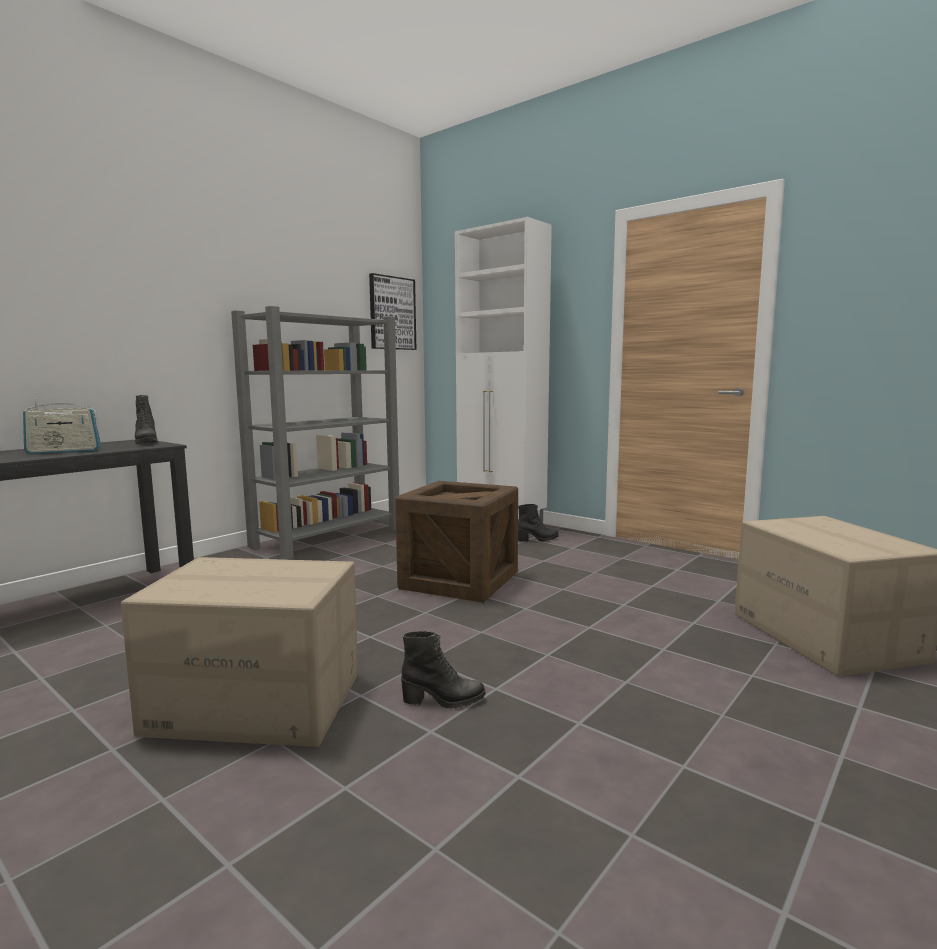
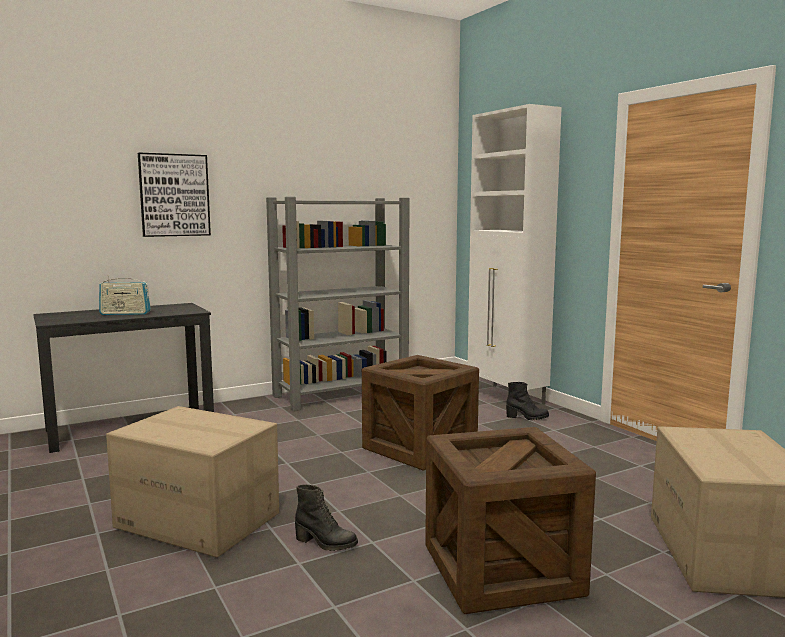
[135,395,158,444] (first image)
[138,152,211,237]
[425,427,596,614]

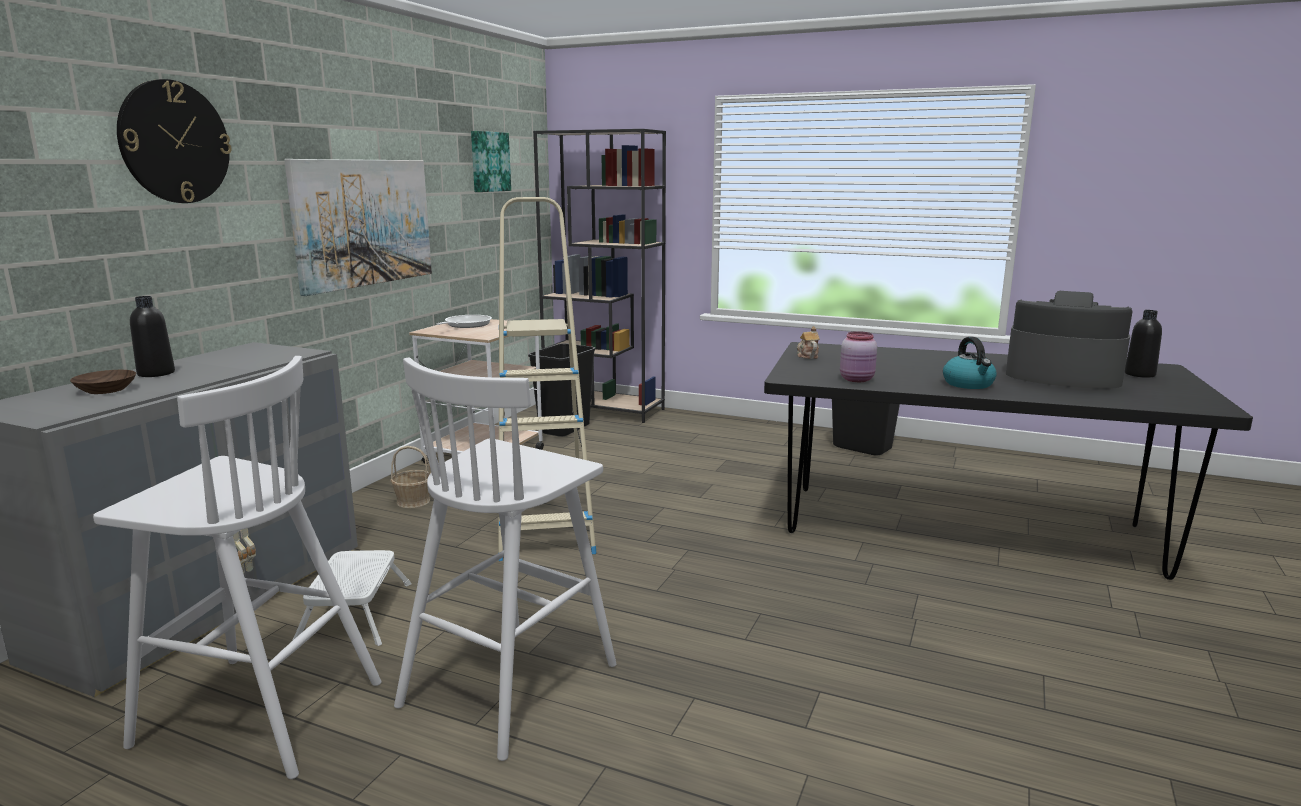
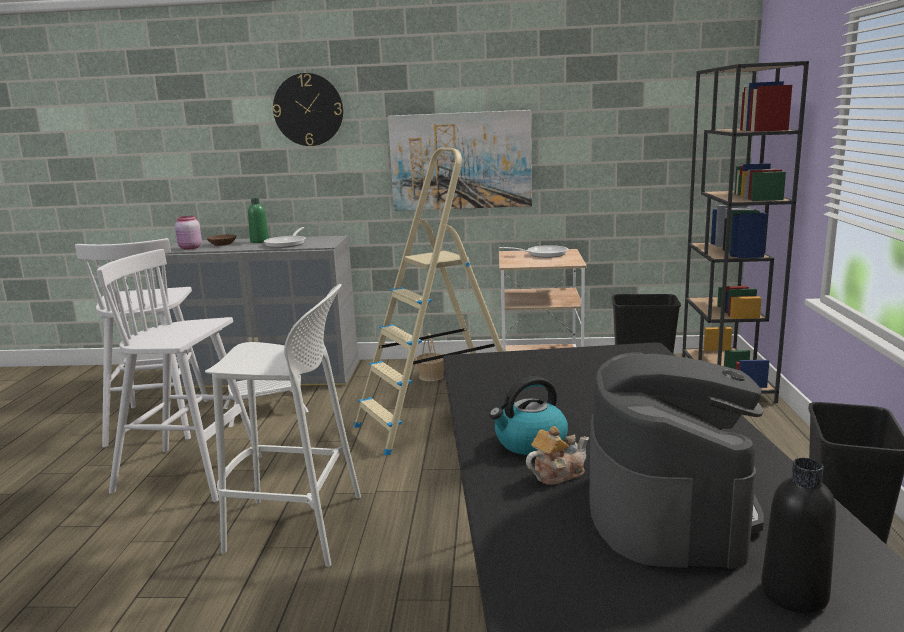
[248,198,269,243]
[471,131,511,192] (first image)
[526,426,589,485]
[175,216,202,250]
[205,284,361,567]
[264,227,306,248]

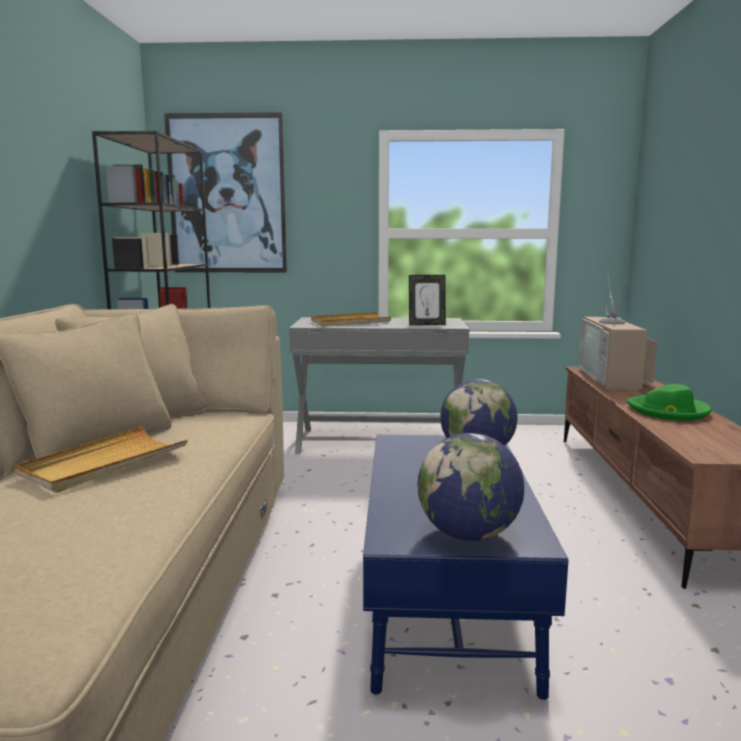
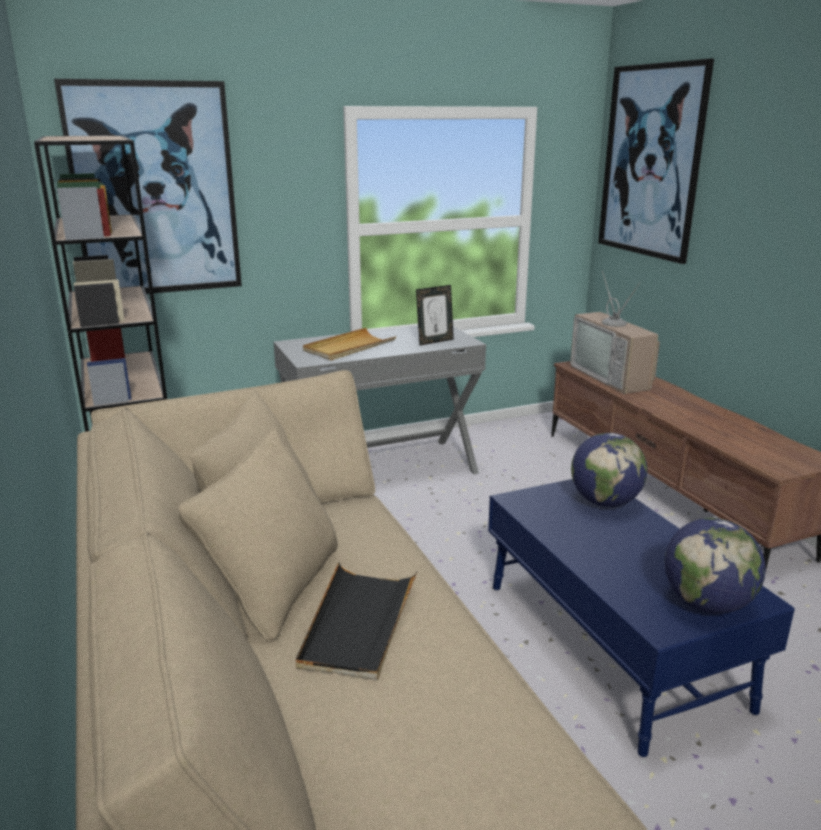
[296,562,418,680]
[626,384,712,420] (first image)
[598,59,714,264]

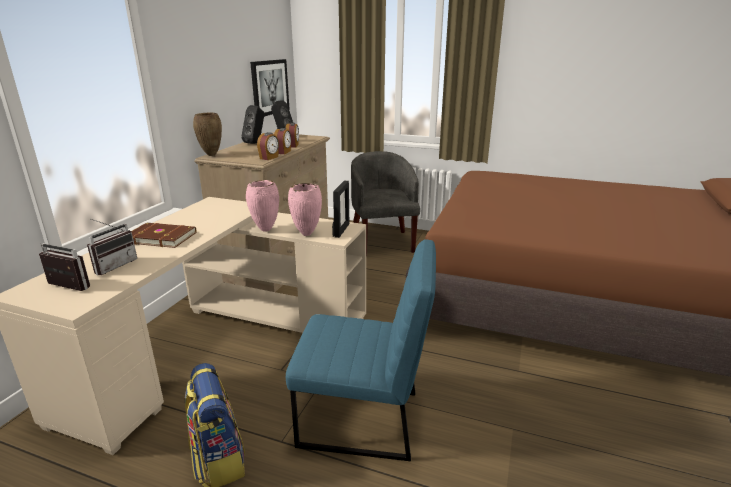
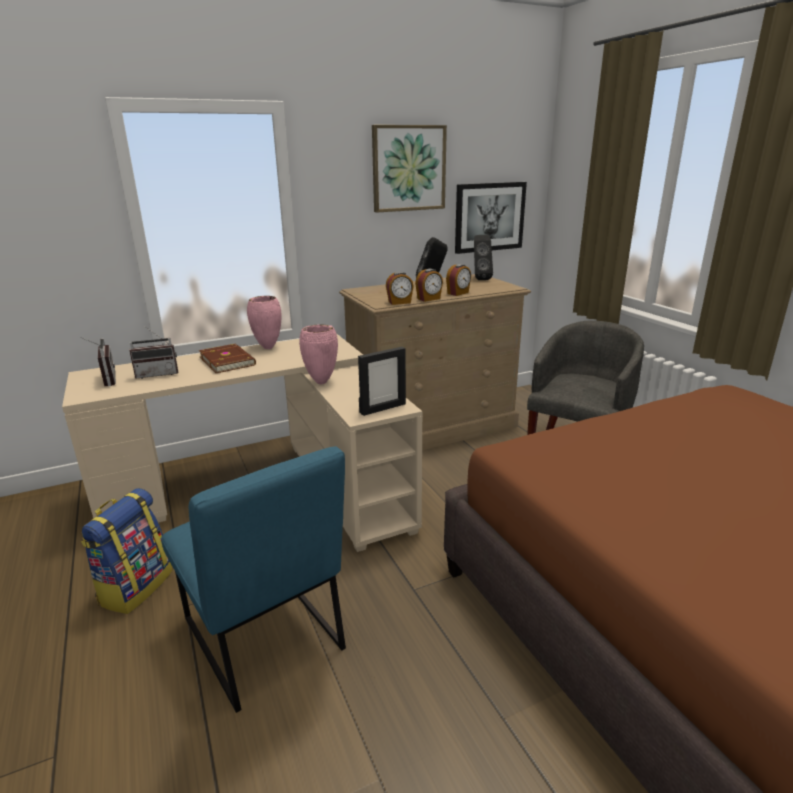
[193,113,222,156] (first image)
[247,296,281,349]
[372,125,447,213]

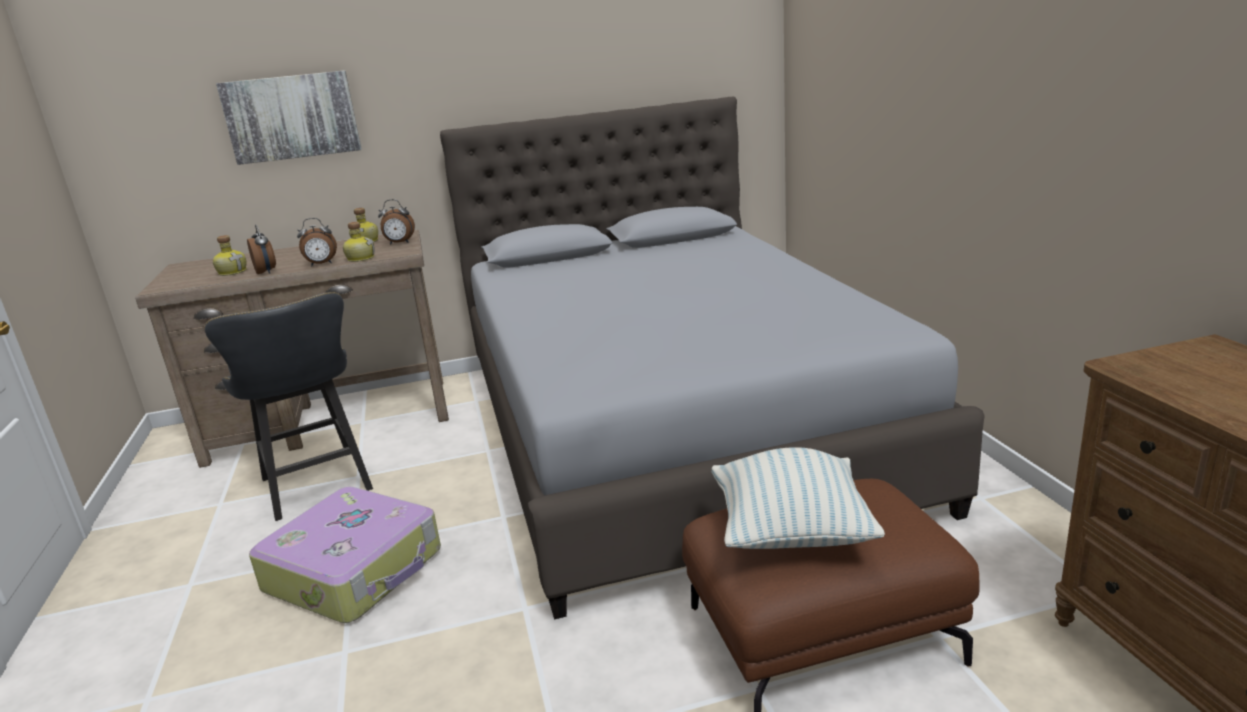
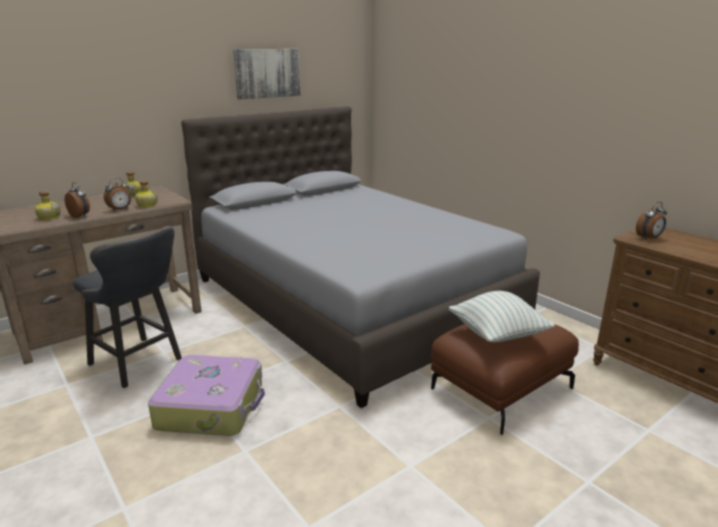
[233,49,301,100]
[636,202,667,240]

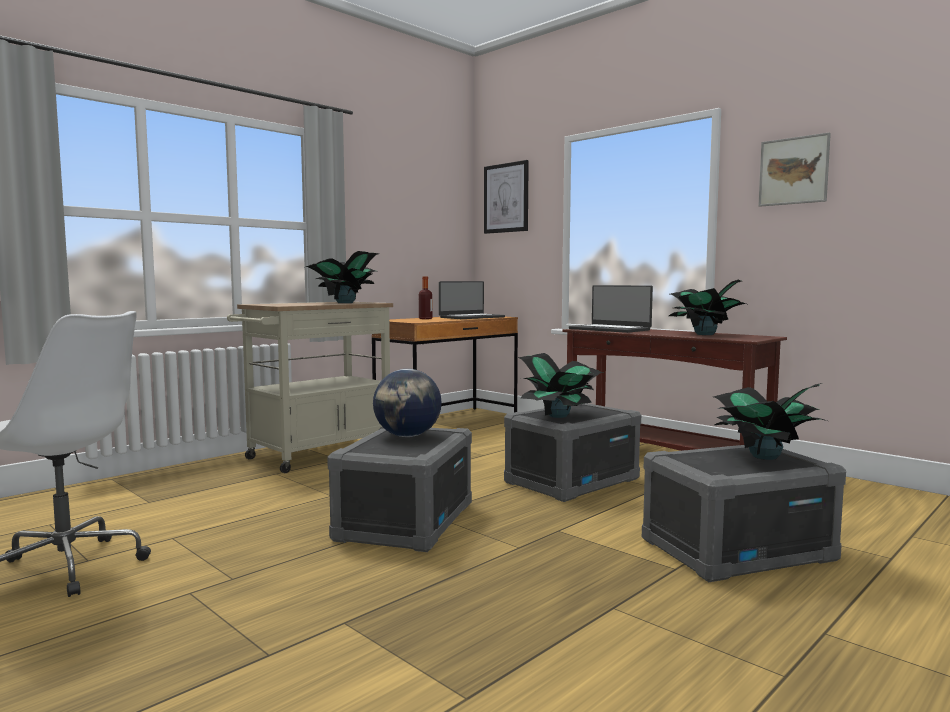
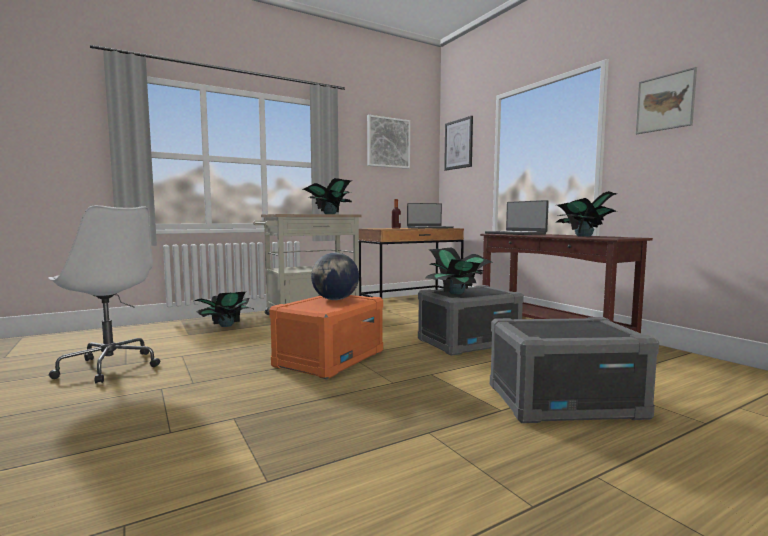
[269,295,383,379]
[195,292,255,327]
[367,115,410,169]

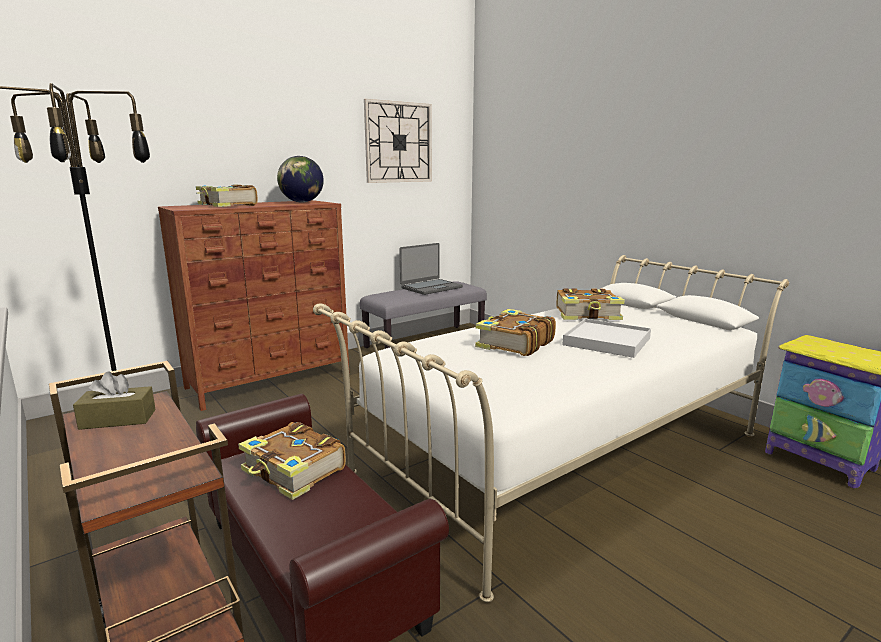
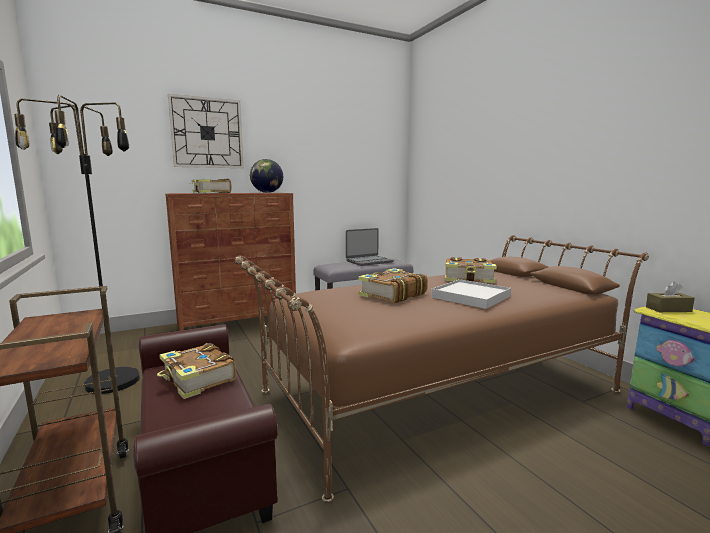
[646,282,695,312]
[234,235,649,503]
[168,94,244,168]

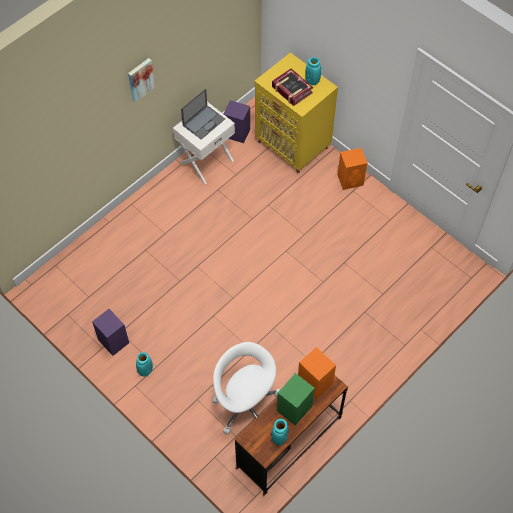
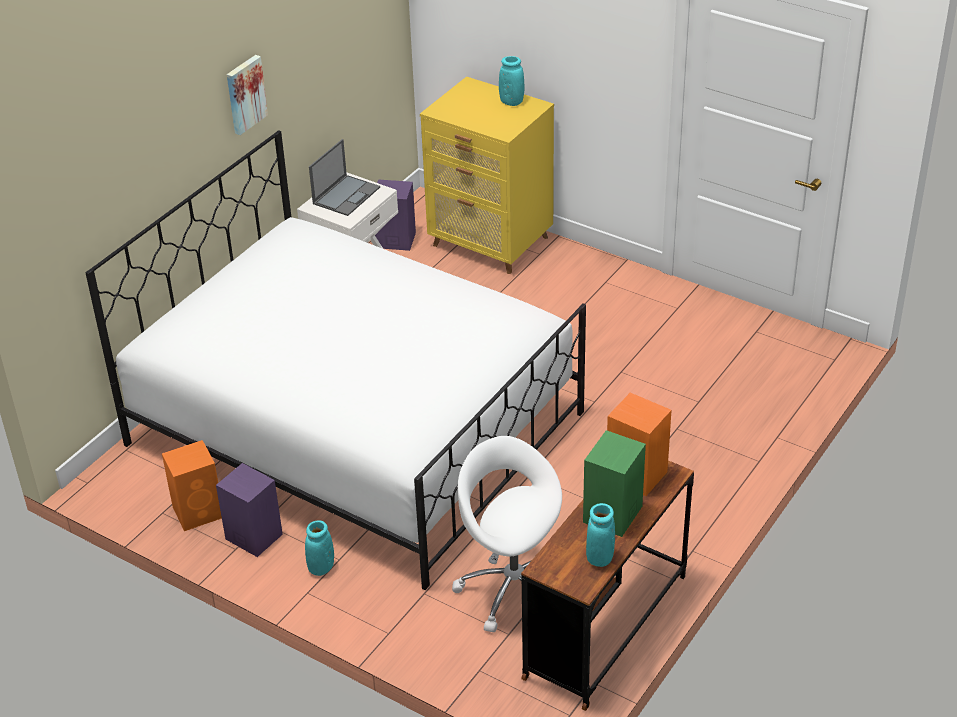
[272,68,313,106] (first image)
[162,440,222,531]
[85,130,586,590]

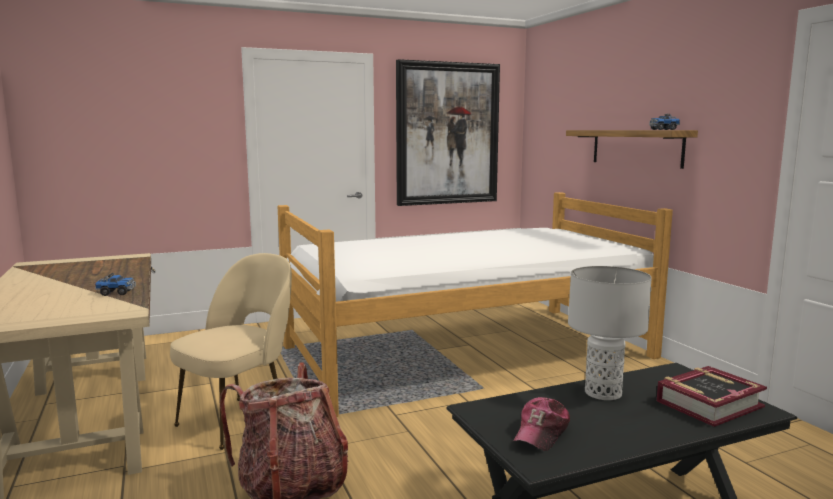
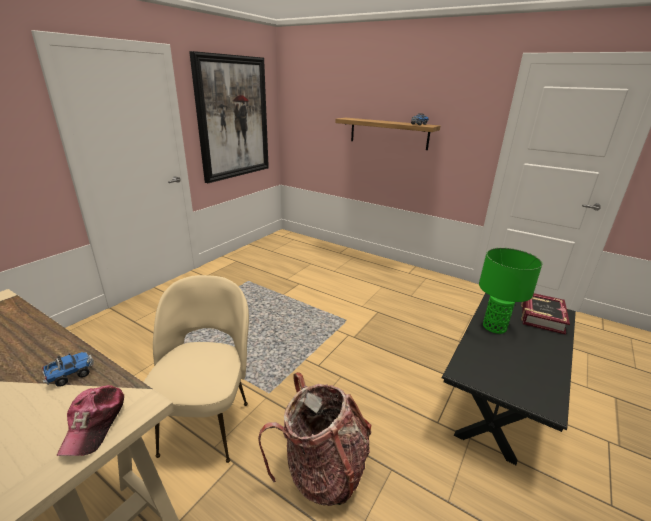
[277,192,673,417] (first image)
[57,385,124,456]
[479,248,542,334]

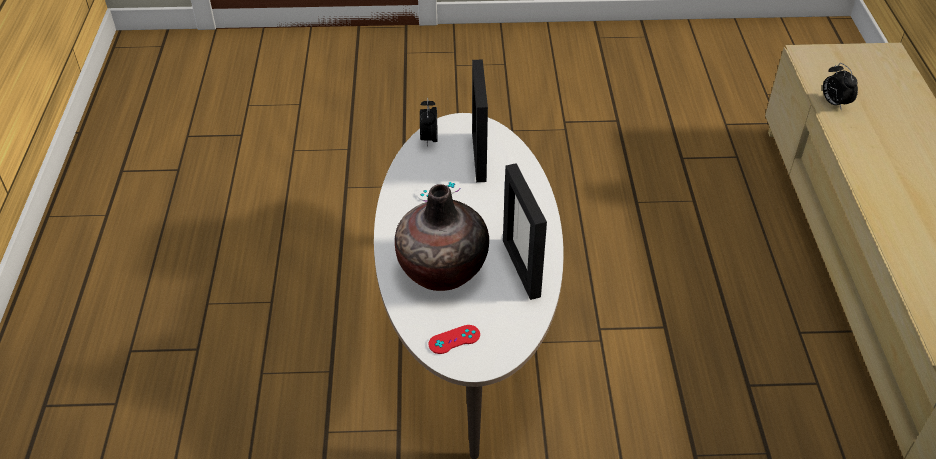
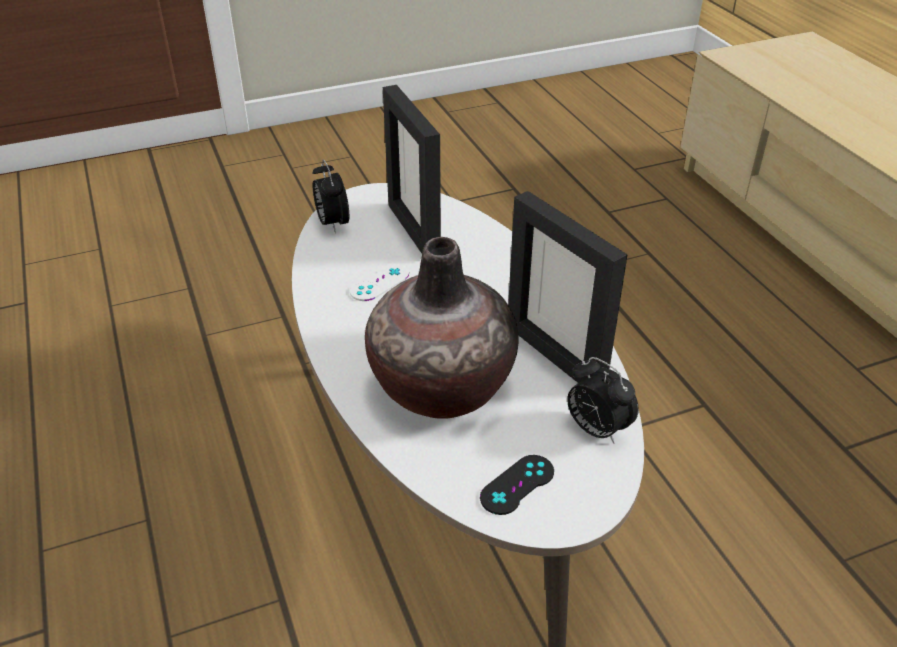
[480,455,554,515]
[567,357,639,444]

